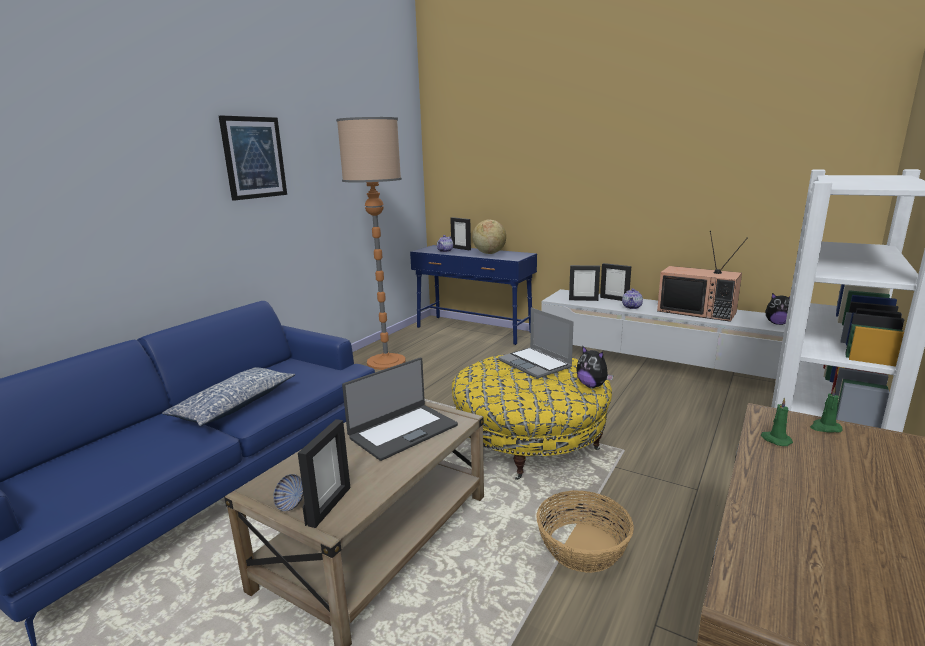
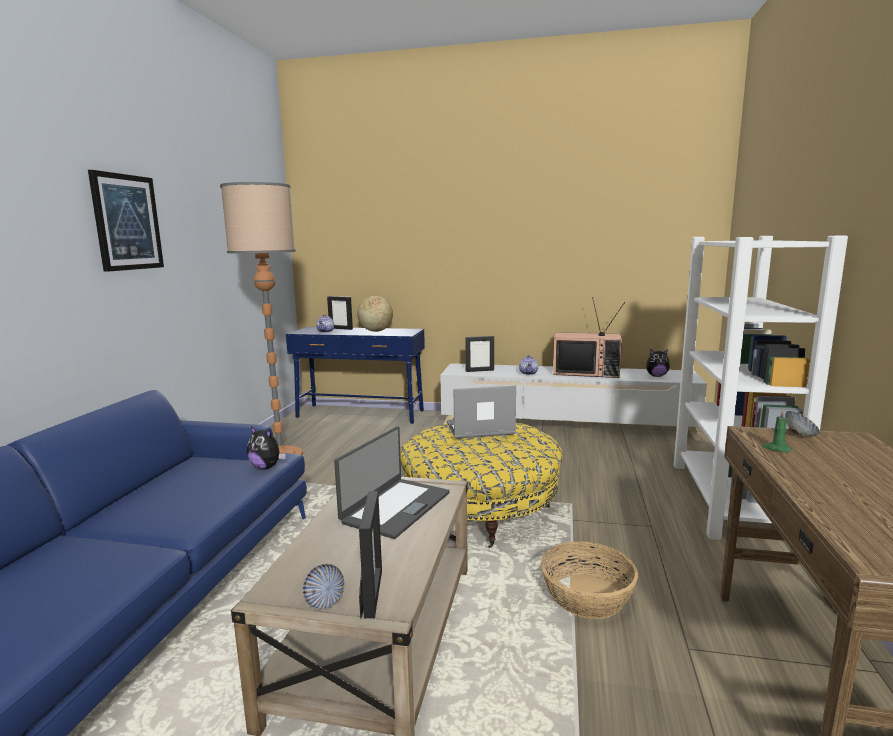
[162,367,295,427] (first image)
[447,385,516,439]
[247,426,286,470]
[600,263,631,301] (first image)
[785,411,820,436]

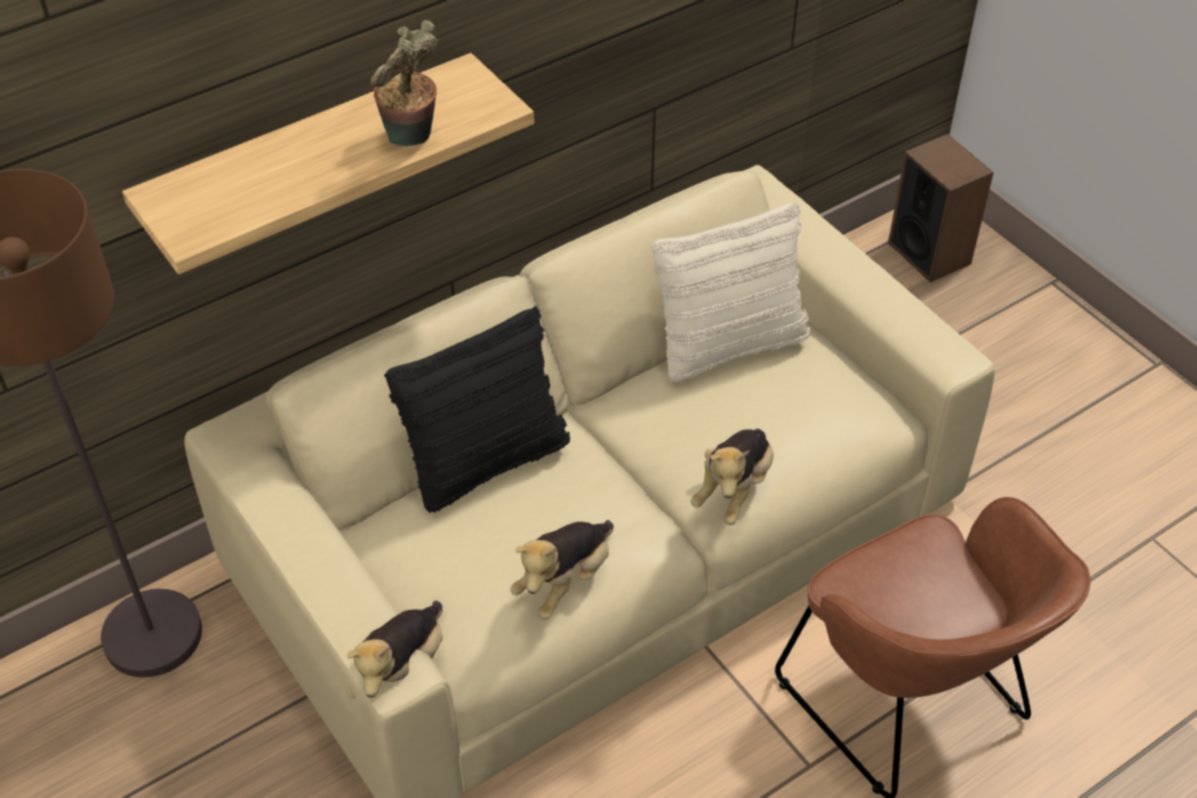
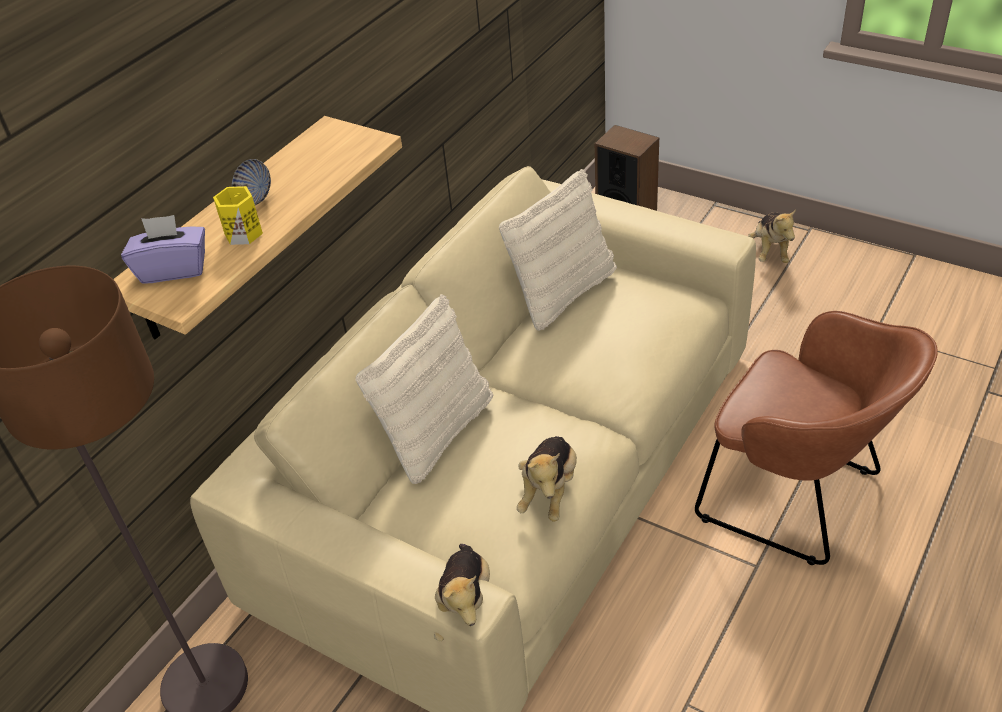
[370,20,439,146] (first image)
[355,294,494,484]
[748,209,796,263]
[121,215,205,284]
[213,186,263,245]
[232,159,271,205]

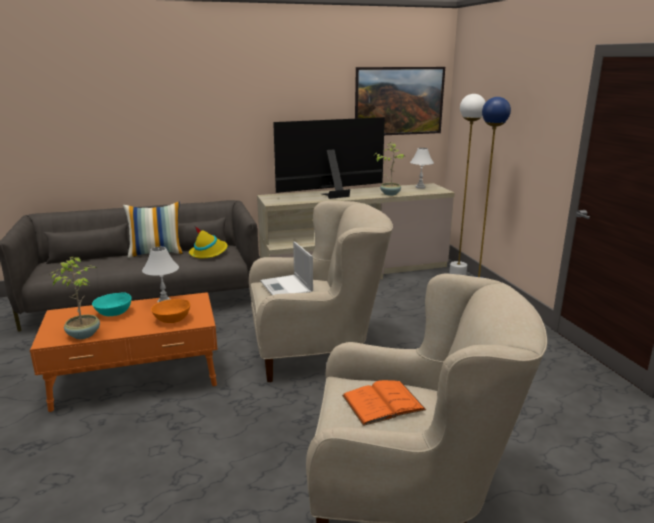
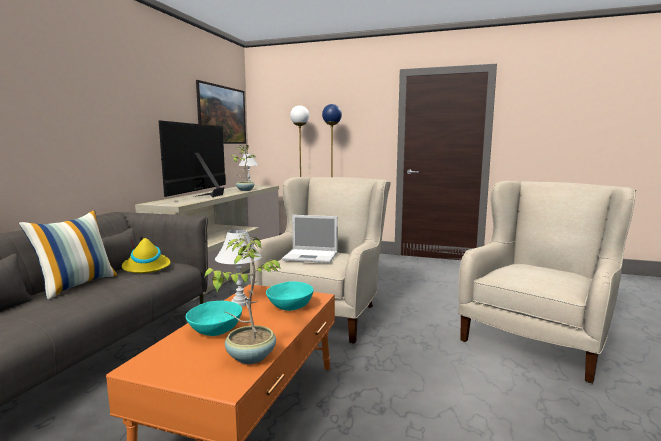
[266,281,314,311]
[342,380,426,426] (first image)

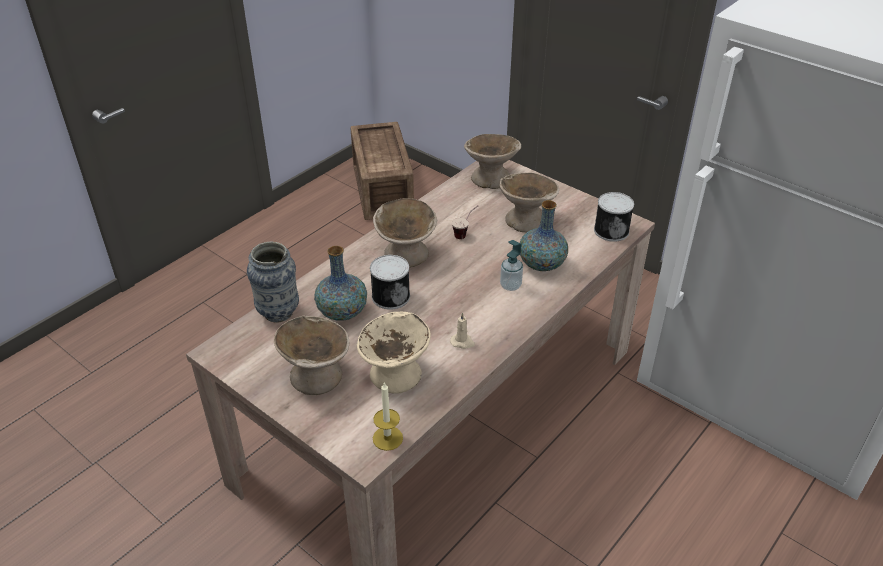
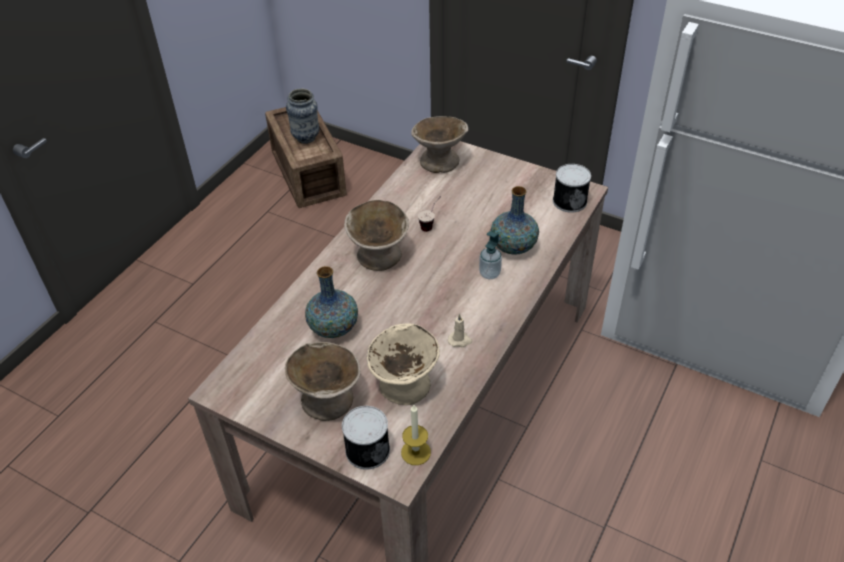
[286,88,319,144]
[342,406,390,470]
[500,173,559,233] (first image)

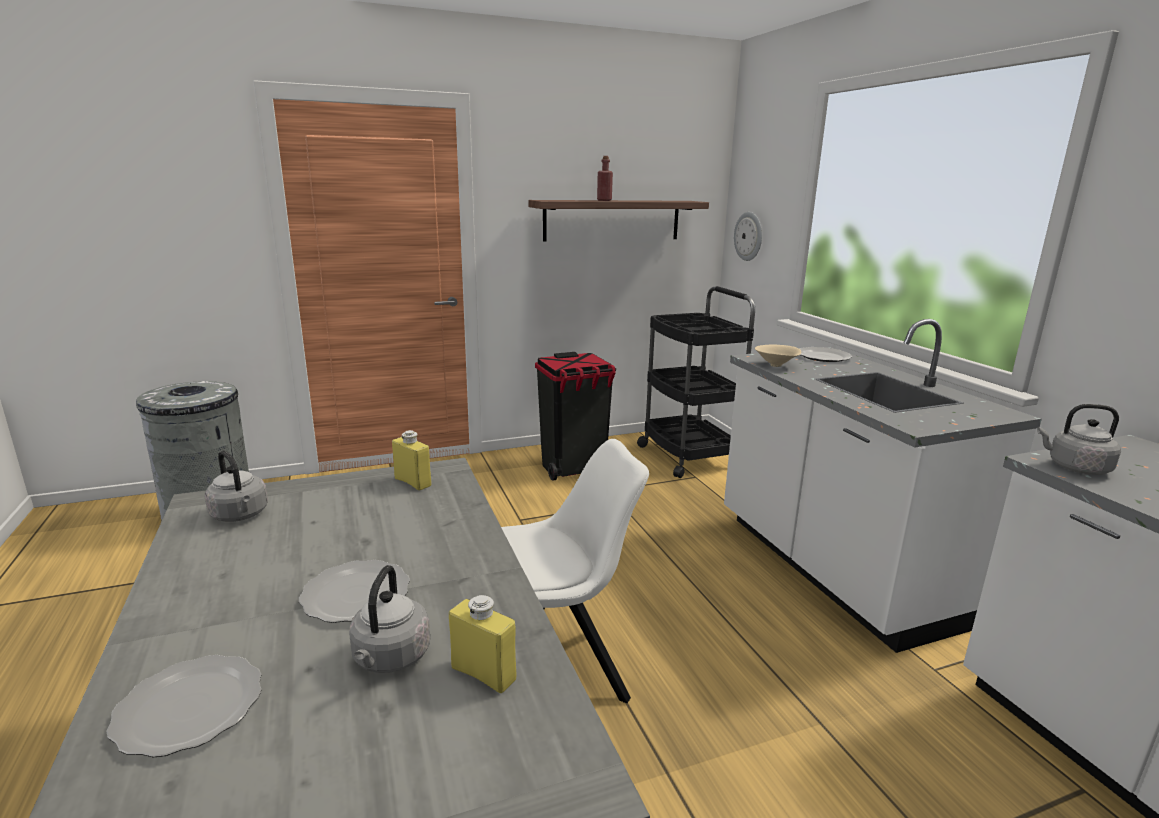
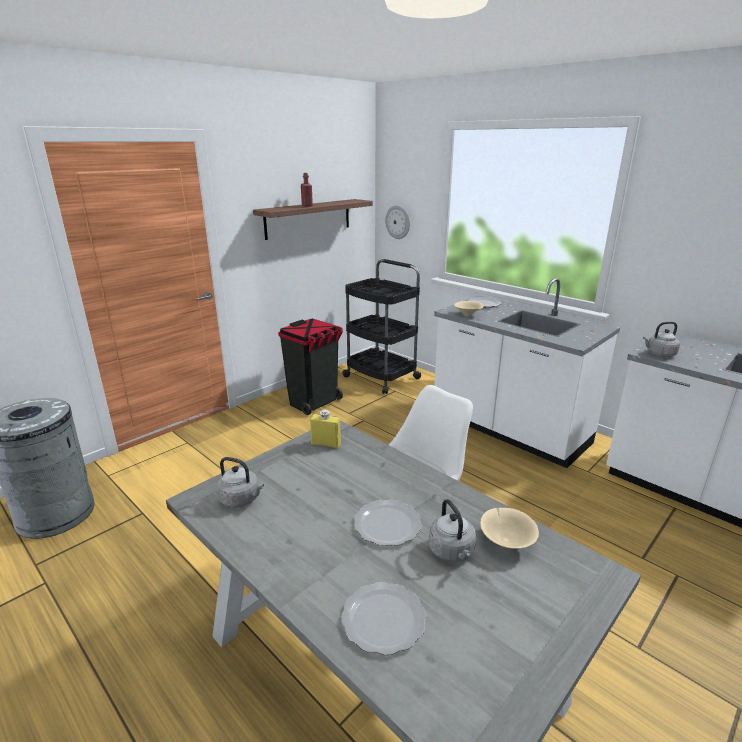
[480,508,539,549]

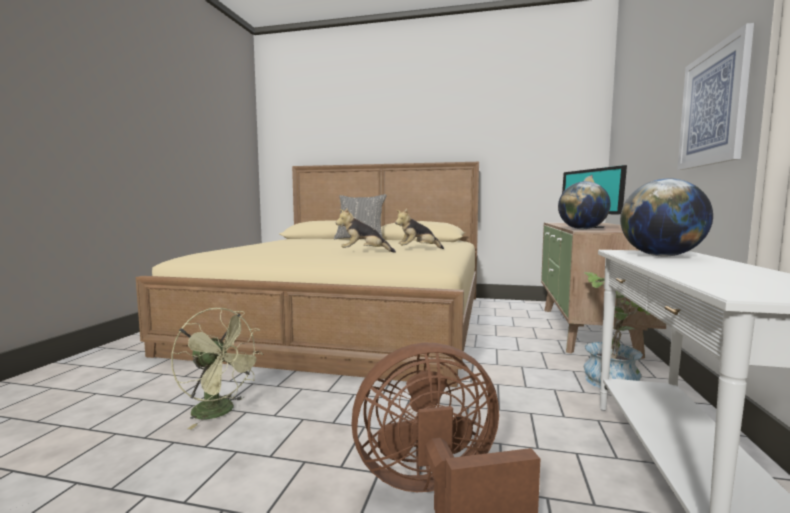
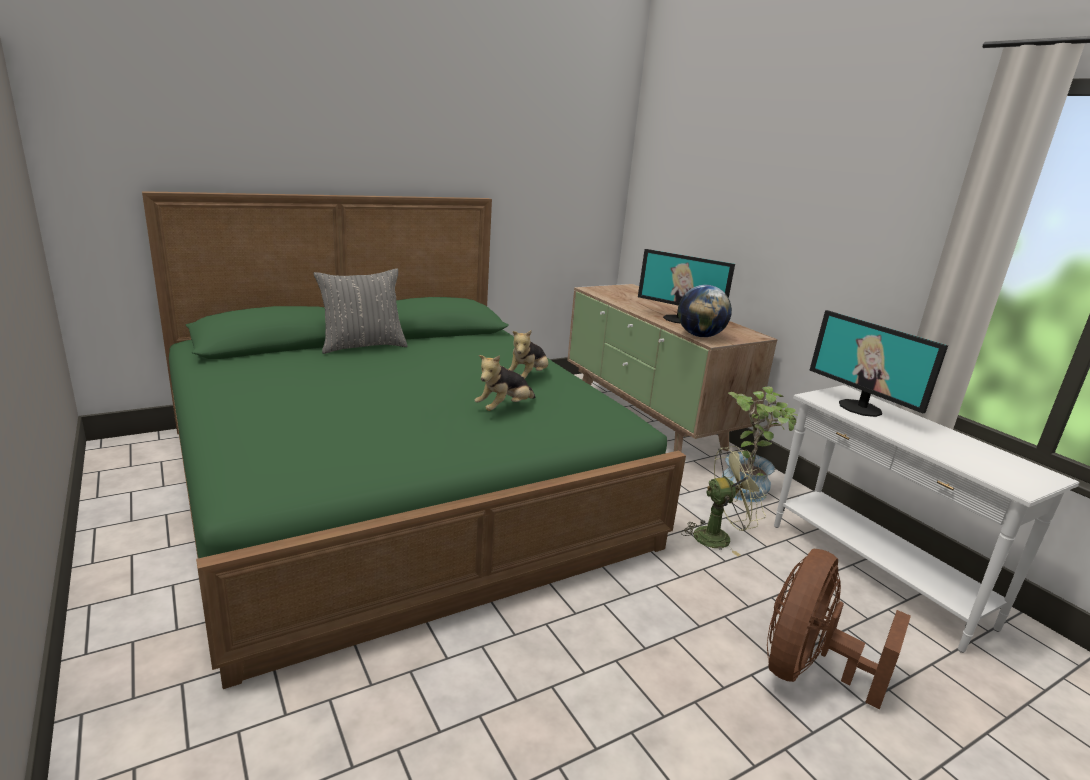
[142,191,686,689]
[681,446,767,556]
[810,310,948,417]
[677,23,754,170] (first image)

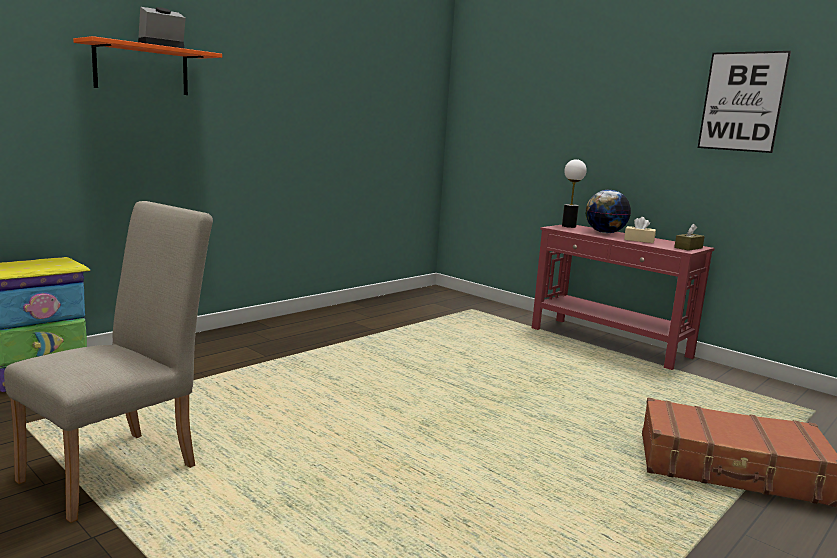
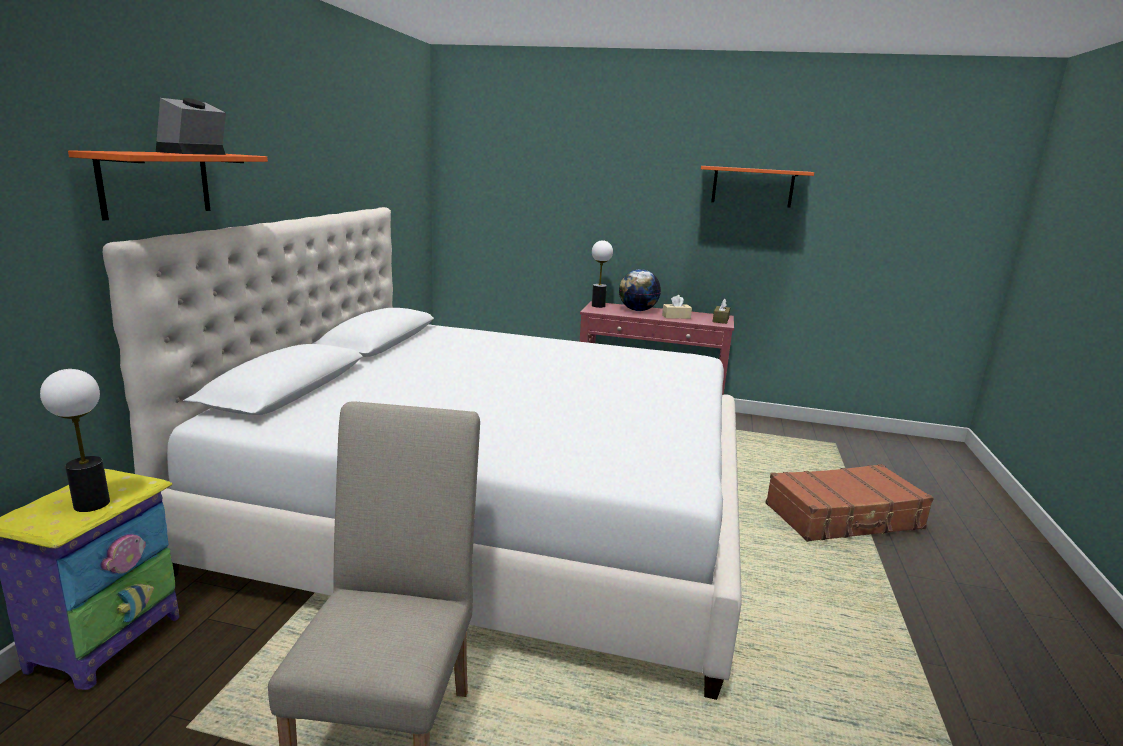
[701,166,814,207]
[40,369,110,512]
[103,207,742,700]

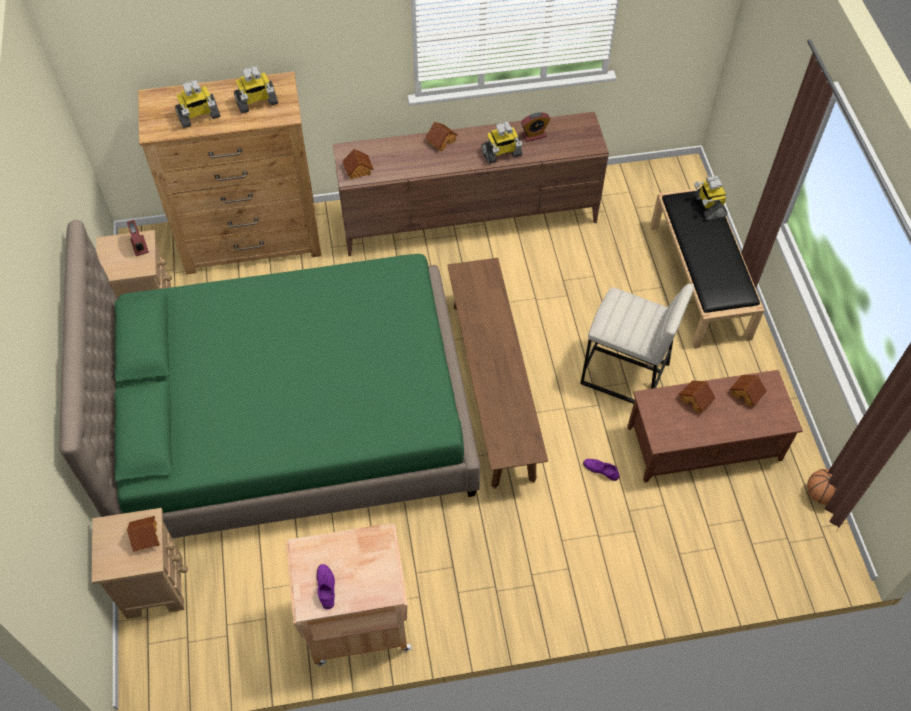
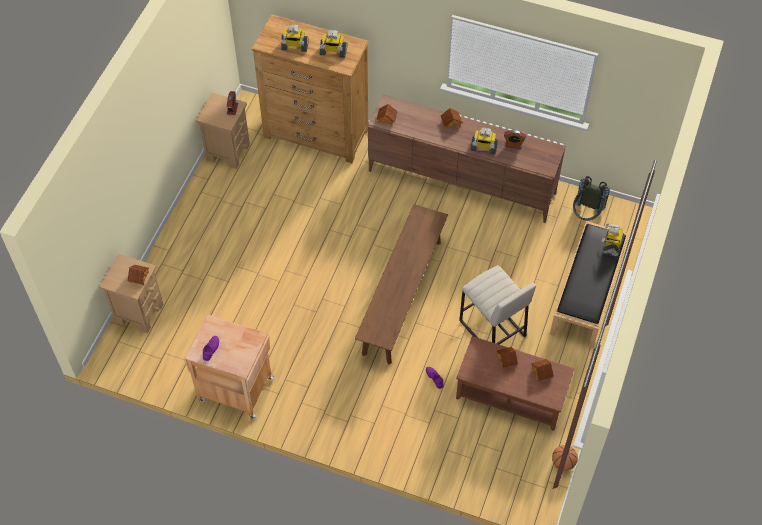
[59,220,480,538] (first image)
[573,176,610,221]

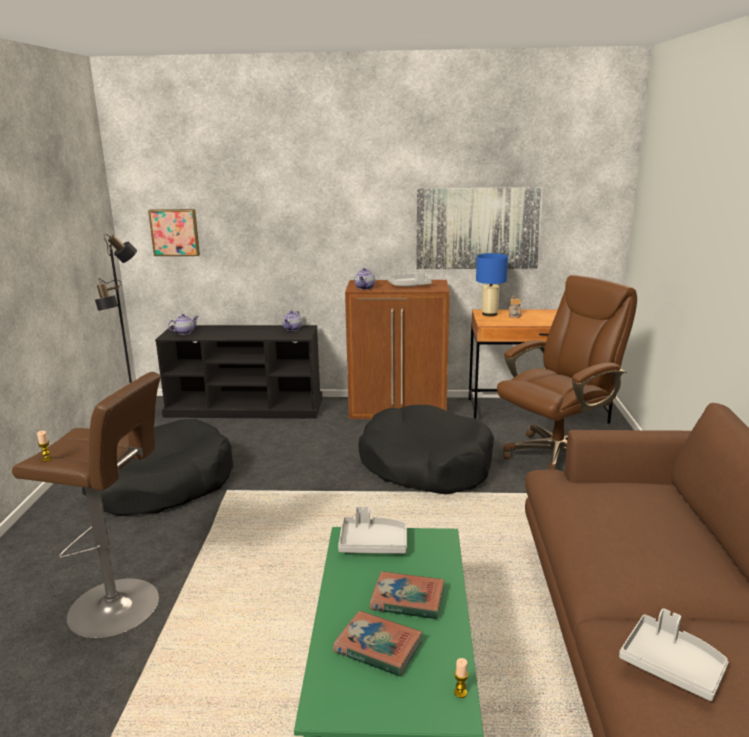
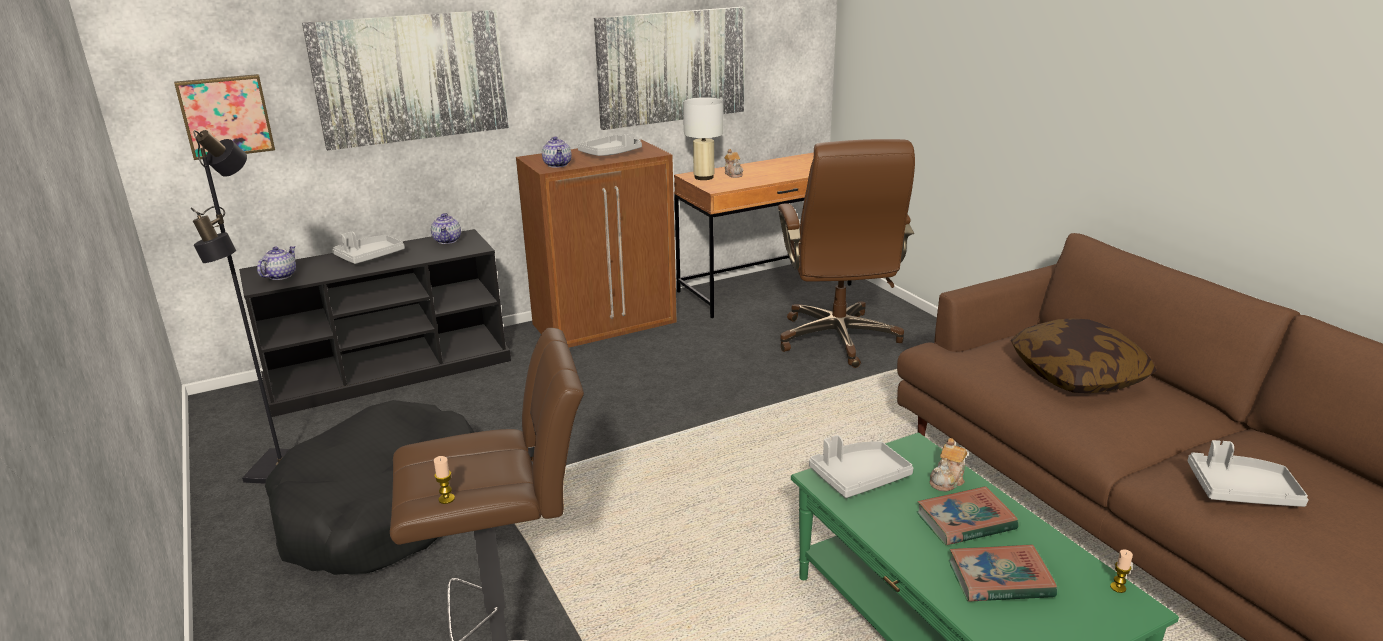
[358,405,494,494] (first image)
[683,97,723,180]
[778,139,915,368]
[302,9,509,151]
[332,232,405,264]
[930,438,967,492]
[1011,318,1157,393]

